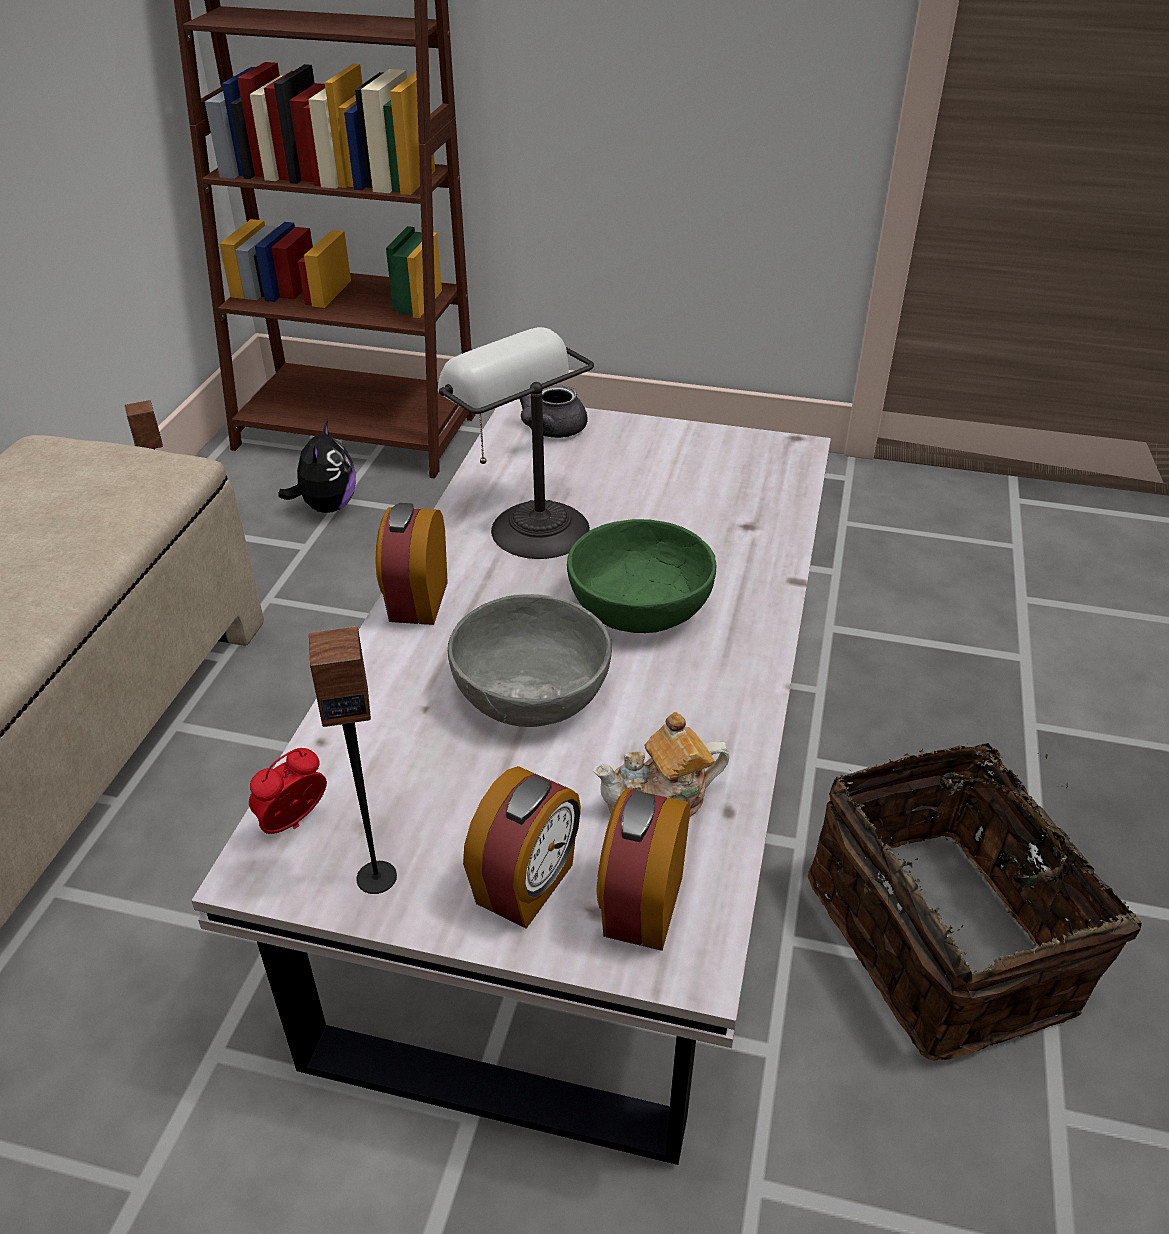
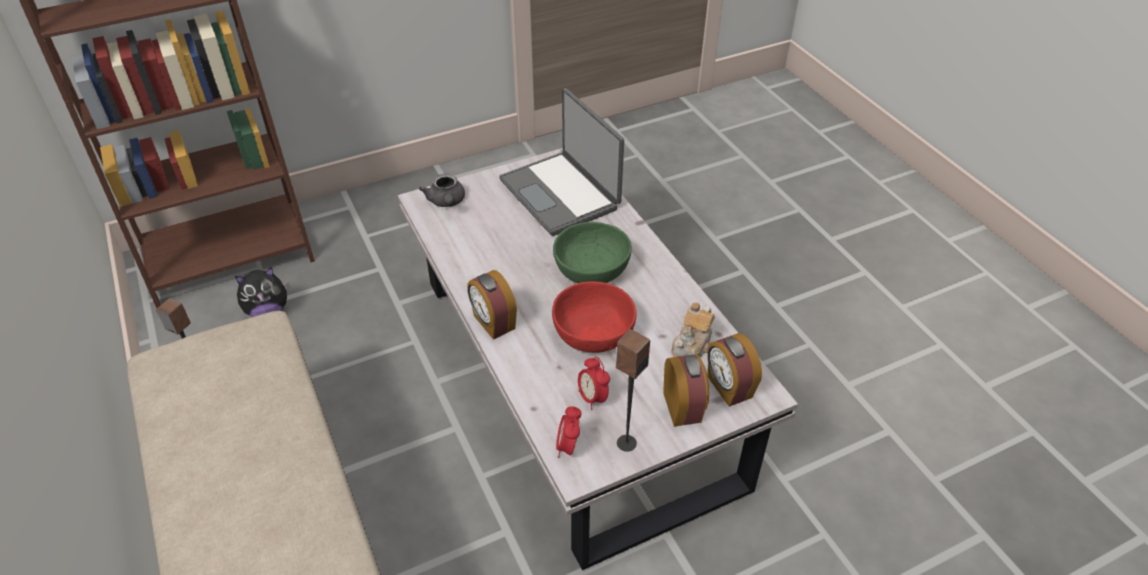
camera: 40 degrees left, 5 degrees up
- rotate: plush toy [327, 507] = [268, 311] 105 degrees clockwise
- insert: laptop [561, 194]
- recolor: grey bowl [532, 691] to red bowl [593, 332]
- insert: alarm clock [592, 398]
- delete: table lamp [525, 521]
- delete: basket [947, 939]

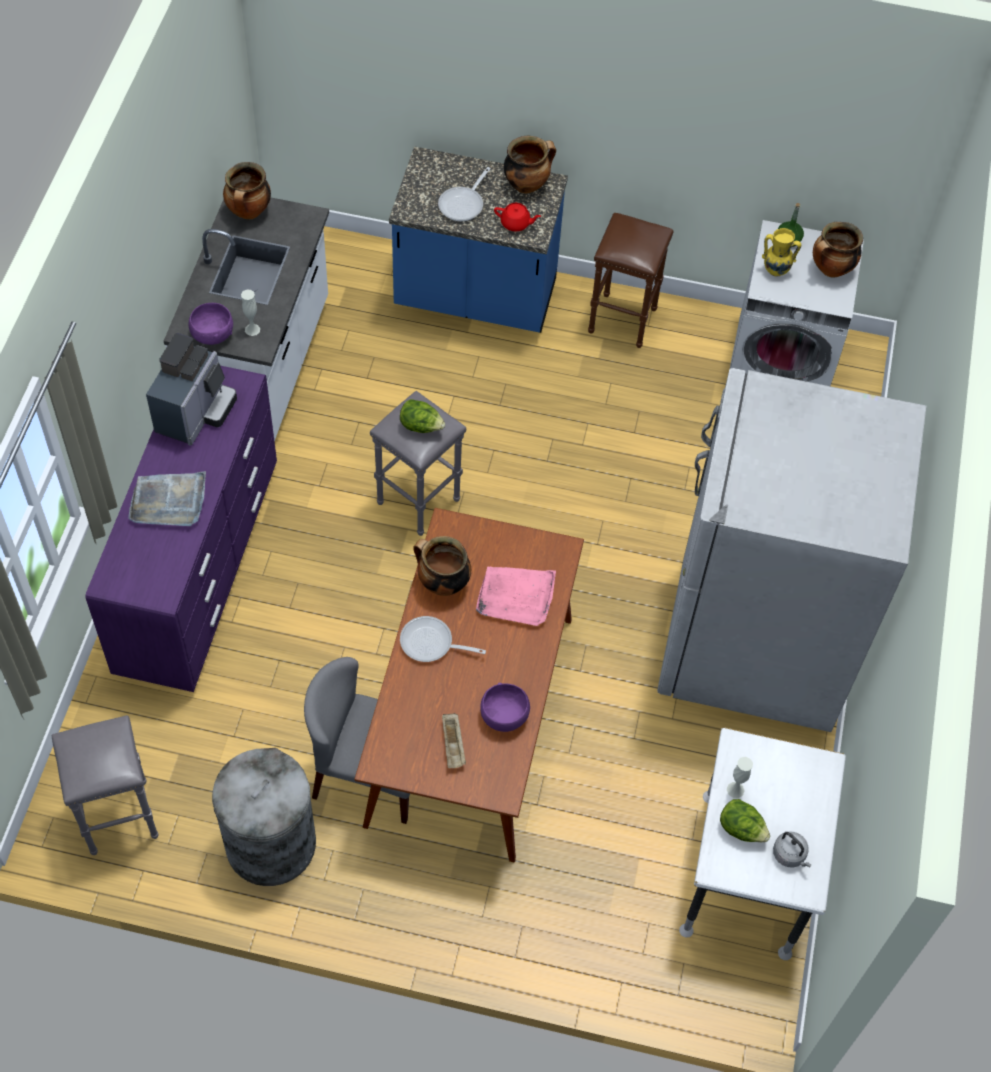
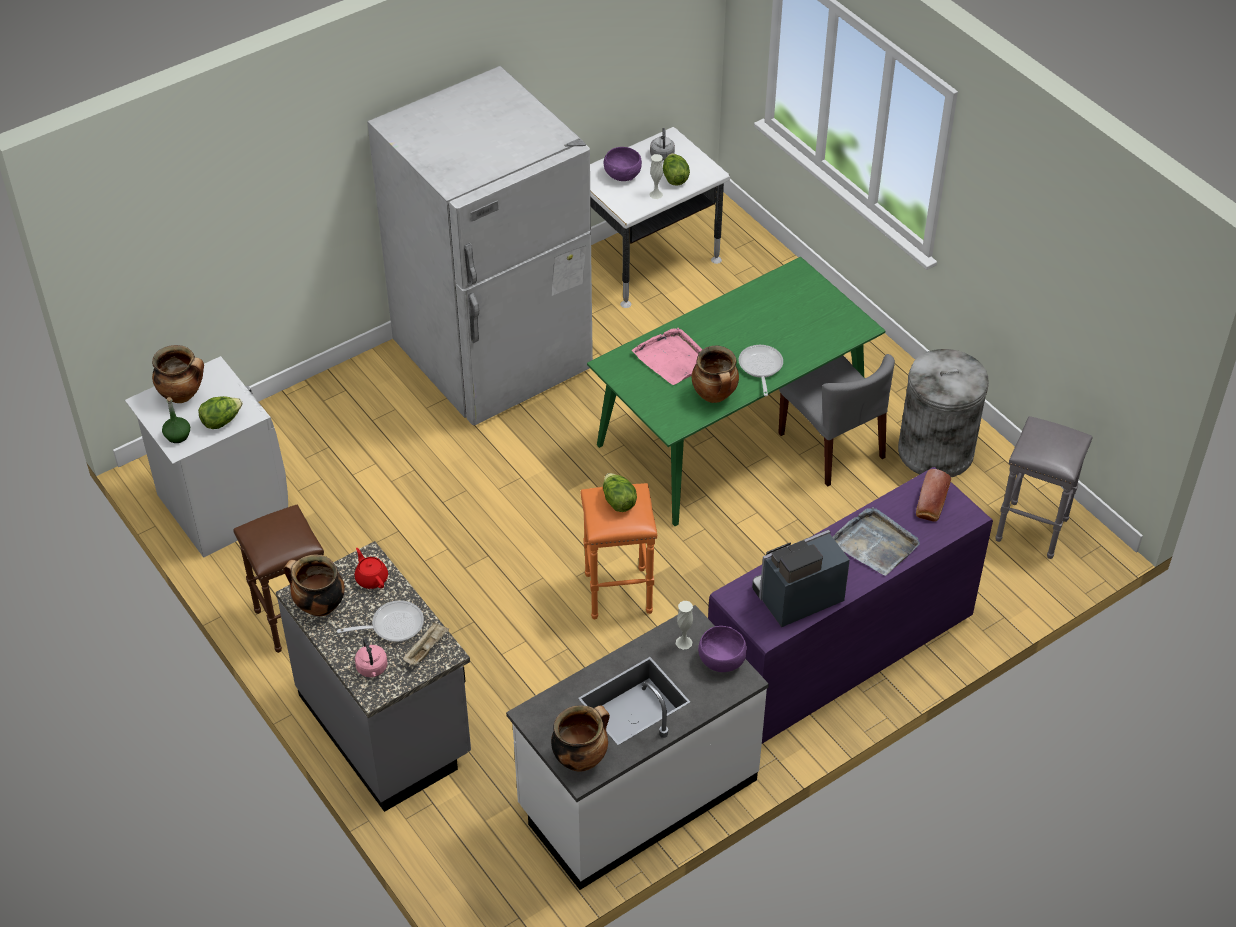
camera: 135 degrees left, 10 degrees down
- replace: yellow vase [775, 270] to lettuce [221, 421]
- recolor: blue counter [475, 298] to grey counter [386, 726]
- insert: pink kettle [372, 669]
- move: beige tray [453, 745] to [426, 649]
- recolor: grey stool [418, 499] to orange stool [617, 594]
- recolor: brown dining table [471, 721] to green dining table [732, 432]
- move: purple bowl [505, 716] to [622, 175]
- rotate: frying pan [431, 644] = [760, 368] 150 degrees counterclockwise
- insert: bread [931, 504]

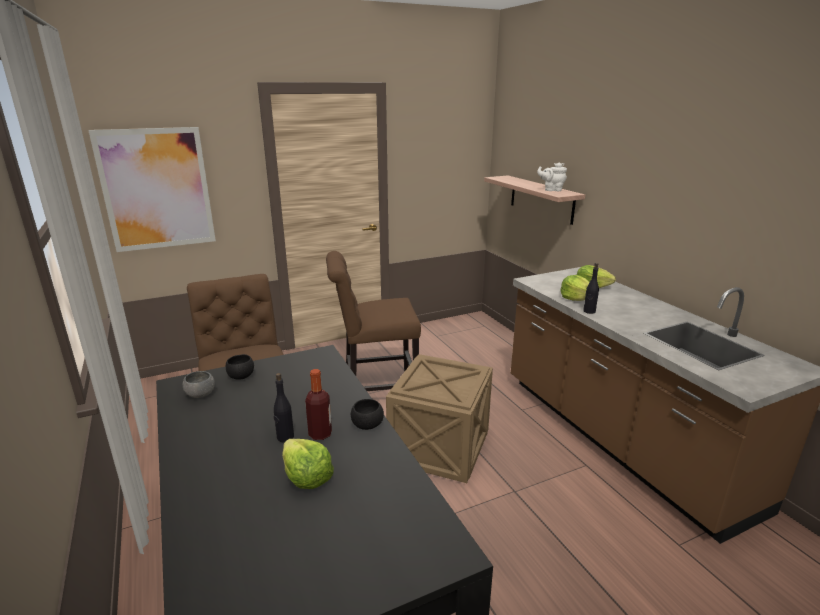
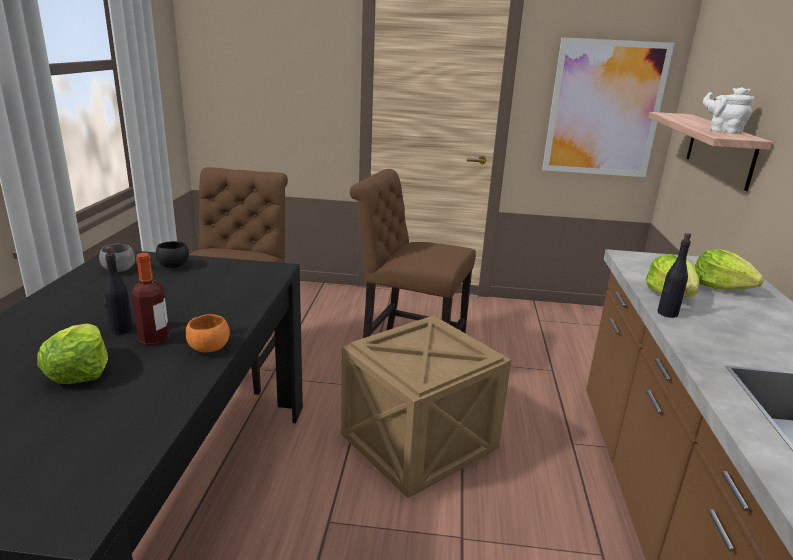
camera: 30 degrees right, 0 degrees up
- recolor: black bowl [367, 425] to orange bowl [209, 348]
- move: picture [157, 189] to [604, 109]

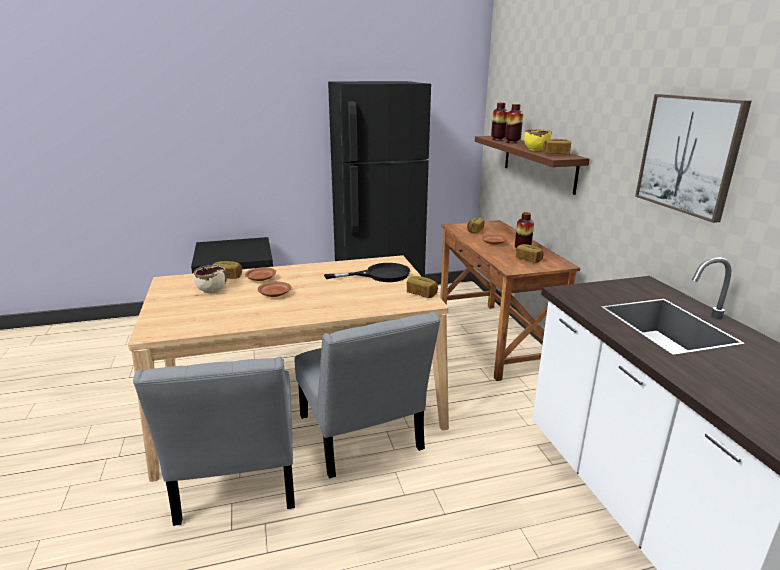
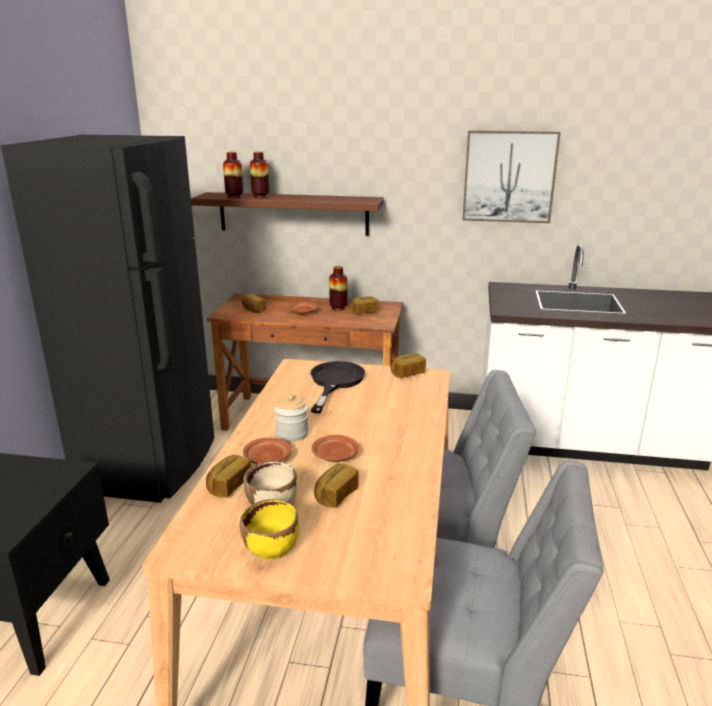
camera: 65 degrees left, 0 degrees up
- move: yellow bowl [536, 149] to [272, 548]
- insert: jar [292, 434]
- move: bread [556, 154] to [335, 495]

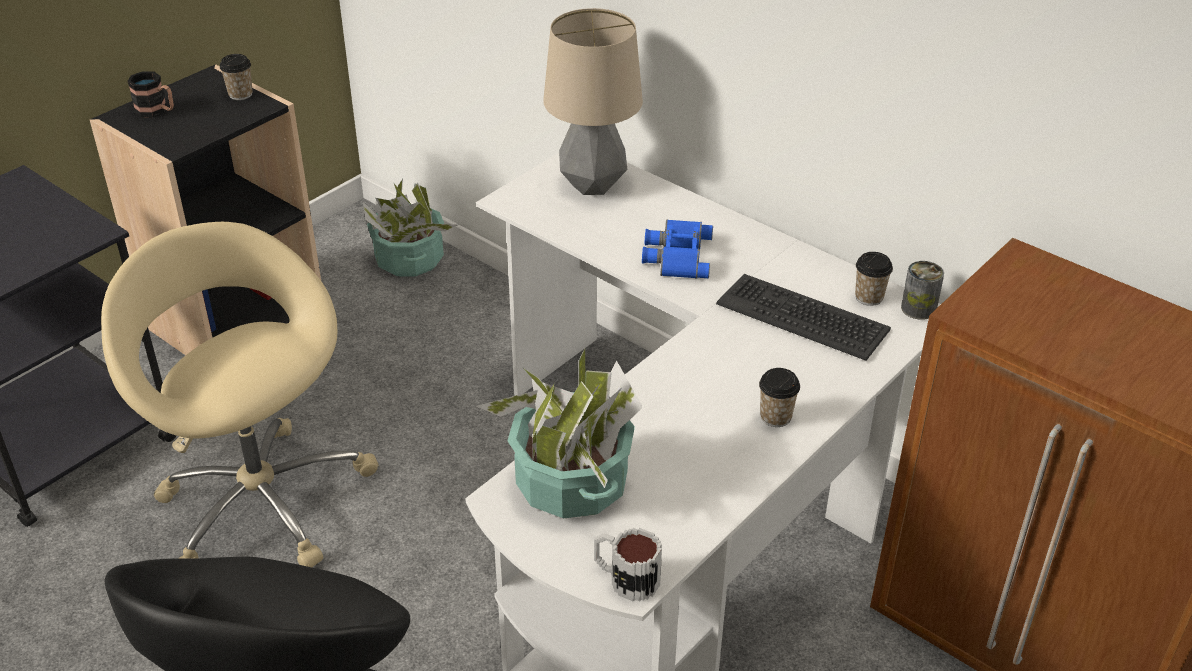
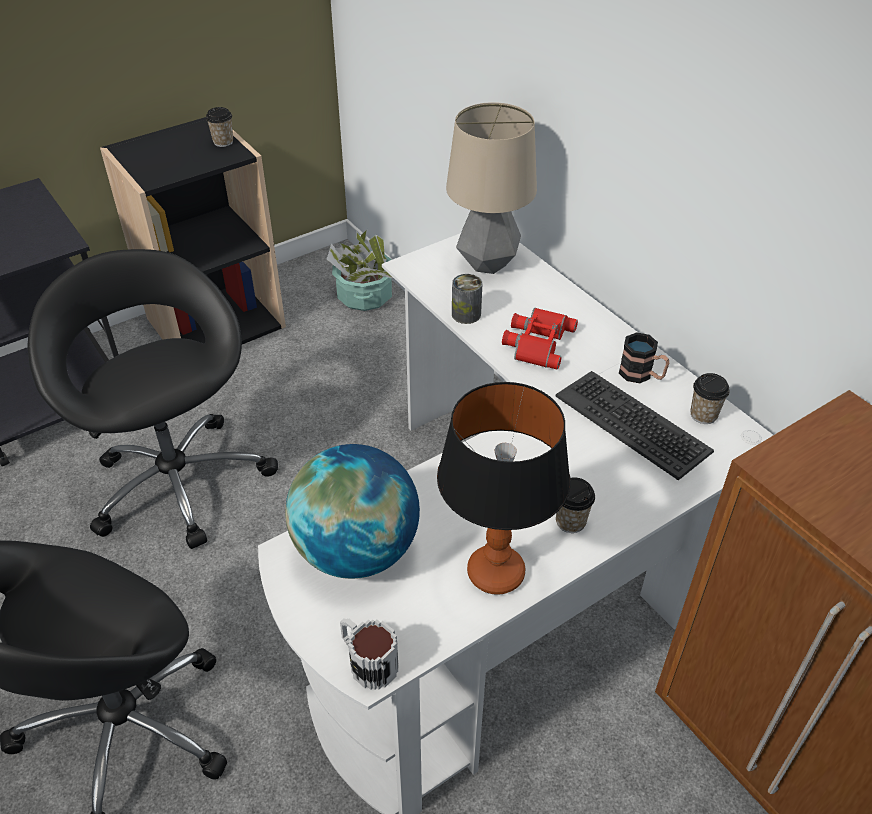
camera: 15 degrees right, 5 degrees up
- recolor: beige office chair [261, 502] to black office chair [179, 482]
- replace: potted plant [572, 484] to globe [357, 551]
- insert: table lamp [495, 573]
- move: can [918, 308] to [466, 314]
- recolor: blue binoculars [676, 255] to red binoculars [537, 342]
- move: mug [157, 111] to [641, 375]

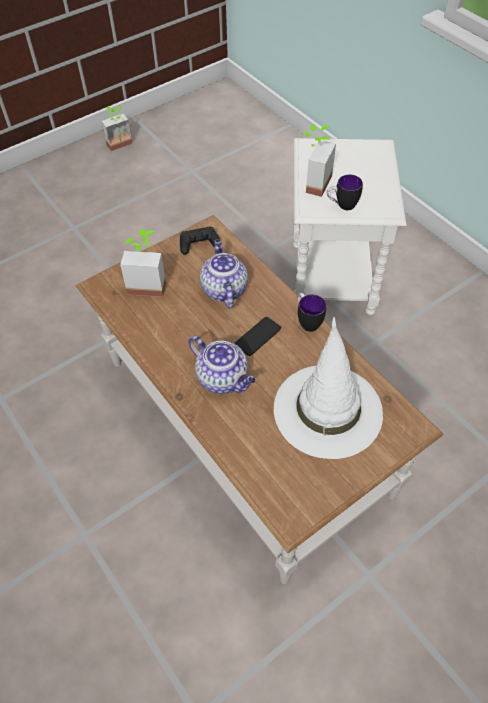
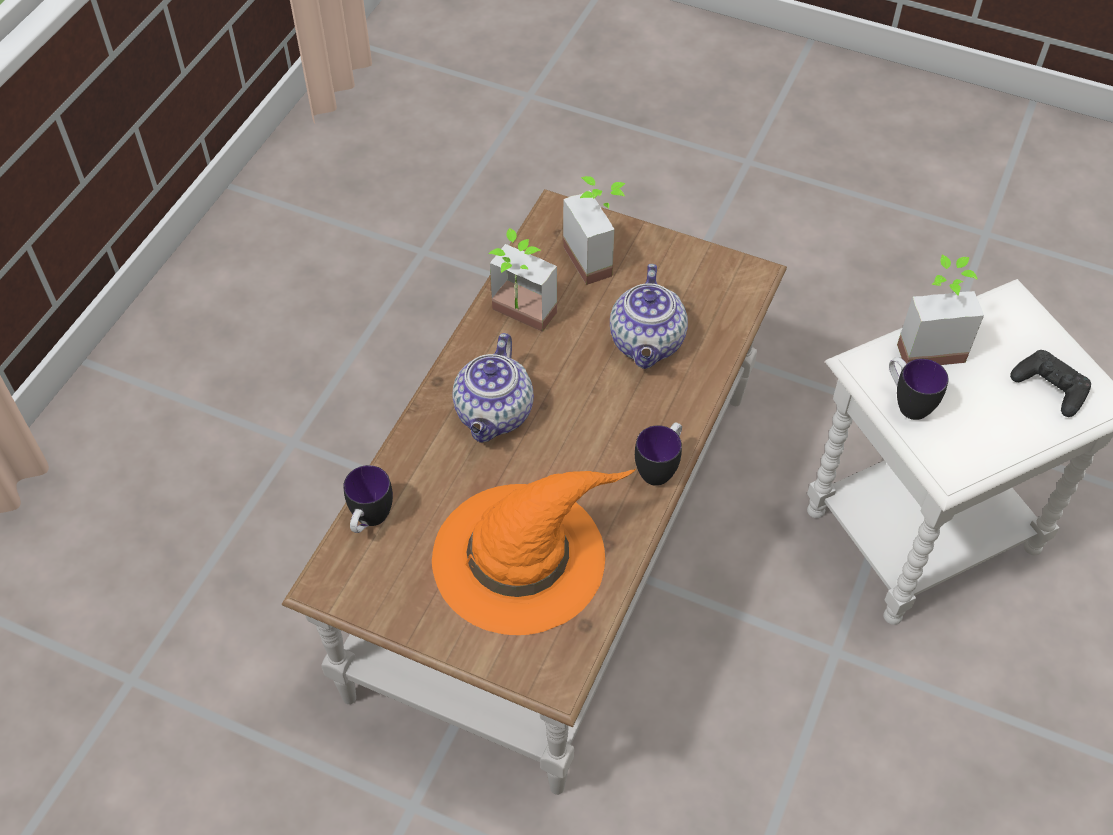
camera: 60 degrees right, 0 degrees up
- insert: mug [369, 521]
- recolor: white hat [327, 408] to orange hat [521, 555]
- move: potted plant [121, 147] to [518, 319]
- rotate: teapot [223, 289] = [647, 344] 135 degrees clockwise
- move: black game controller [199, 244] to [1050, 387]
- delete: phone [258, 336]

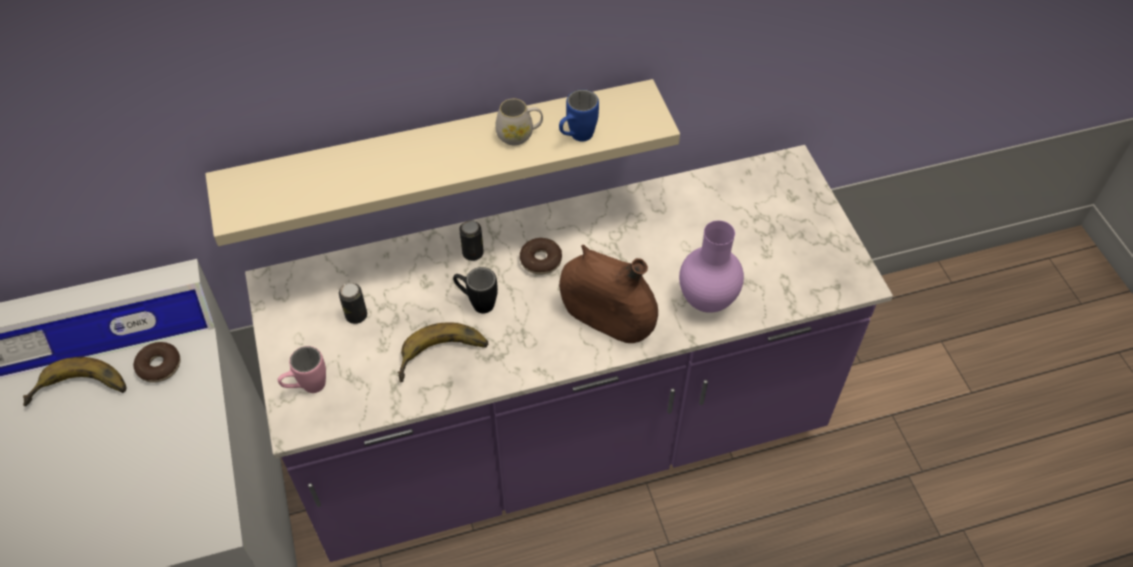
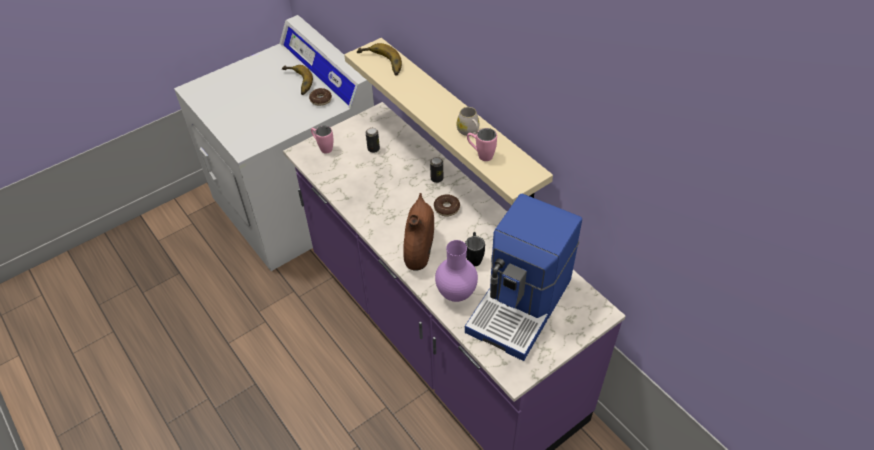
camera: 70 degrees right, 5 degrees down
- move: banana [443, 359] to [380, 64]
- insert: coffee machine [521, 305]
- move: black mug [476, 302] to [474, 257]
- recolor: blue mug [576, 137] to pink mug [481, 155]

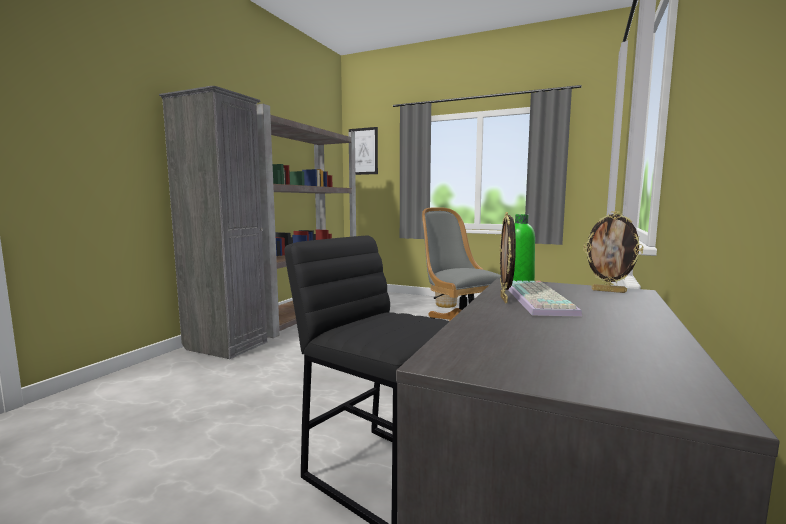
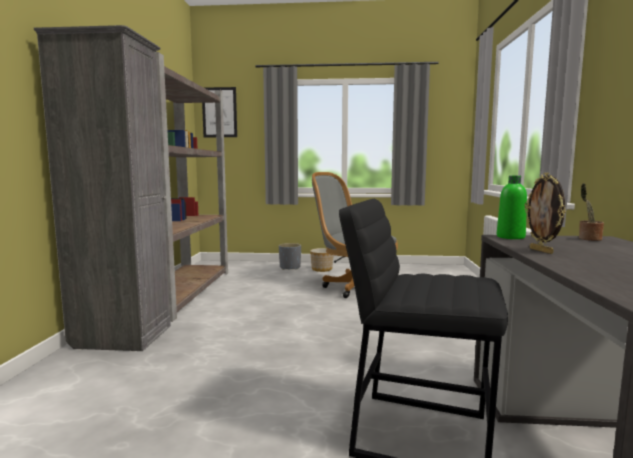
camera: 20 degrees left, 0 degrees up
- insert: grey planter [290, 267]
- replace: picture frame [608, 291] to potted plant [588, 239]
- delete: keyboard [541, 300]

